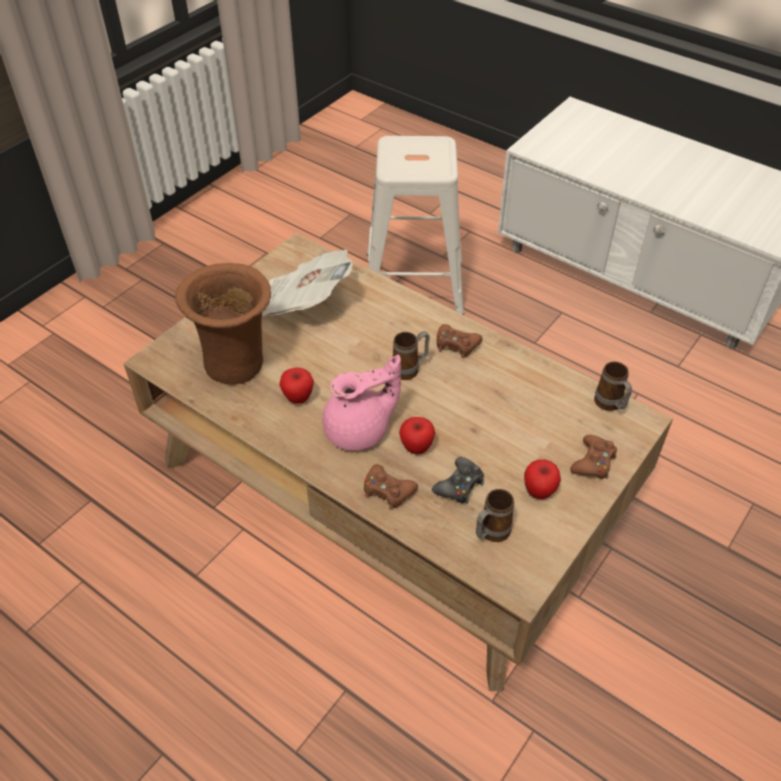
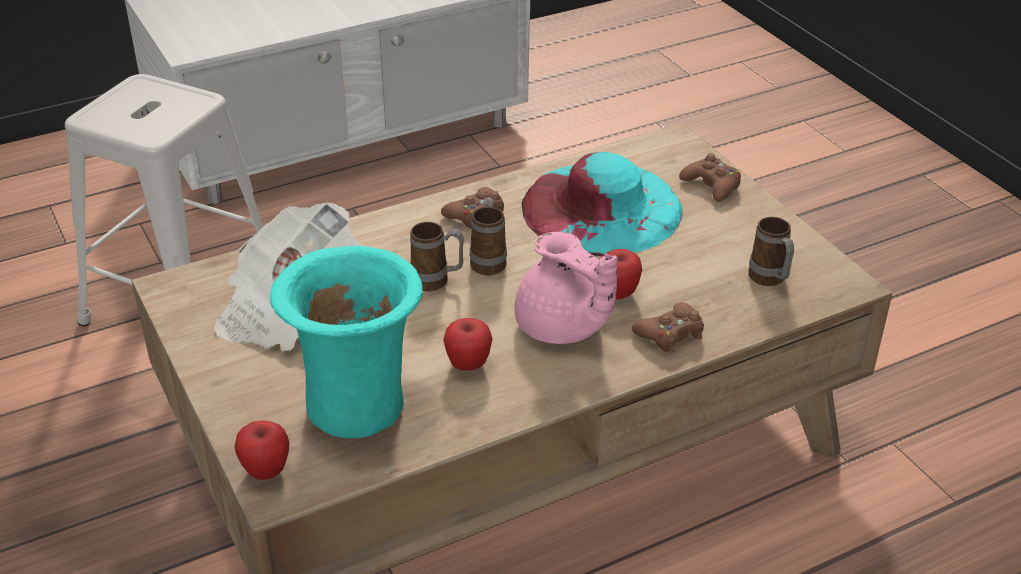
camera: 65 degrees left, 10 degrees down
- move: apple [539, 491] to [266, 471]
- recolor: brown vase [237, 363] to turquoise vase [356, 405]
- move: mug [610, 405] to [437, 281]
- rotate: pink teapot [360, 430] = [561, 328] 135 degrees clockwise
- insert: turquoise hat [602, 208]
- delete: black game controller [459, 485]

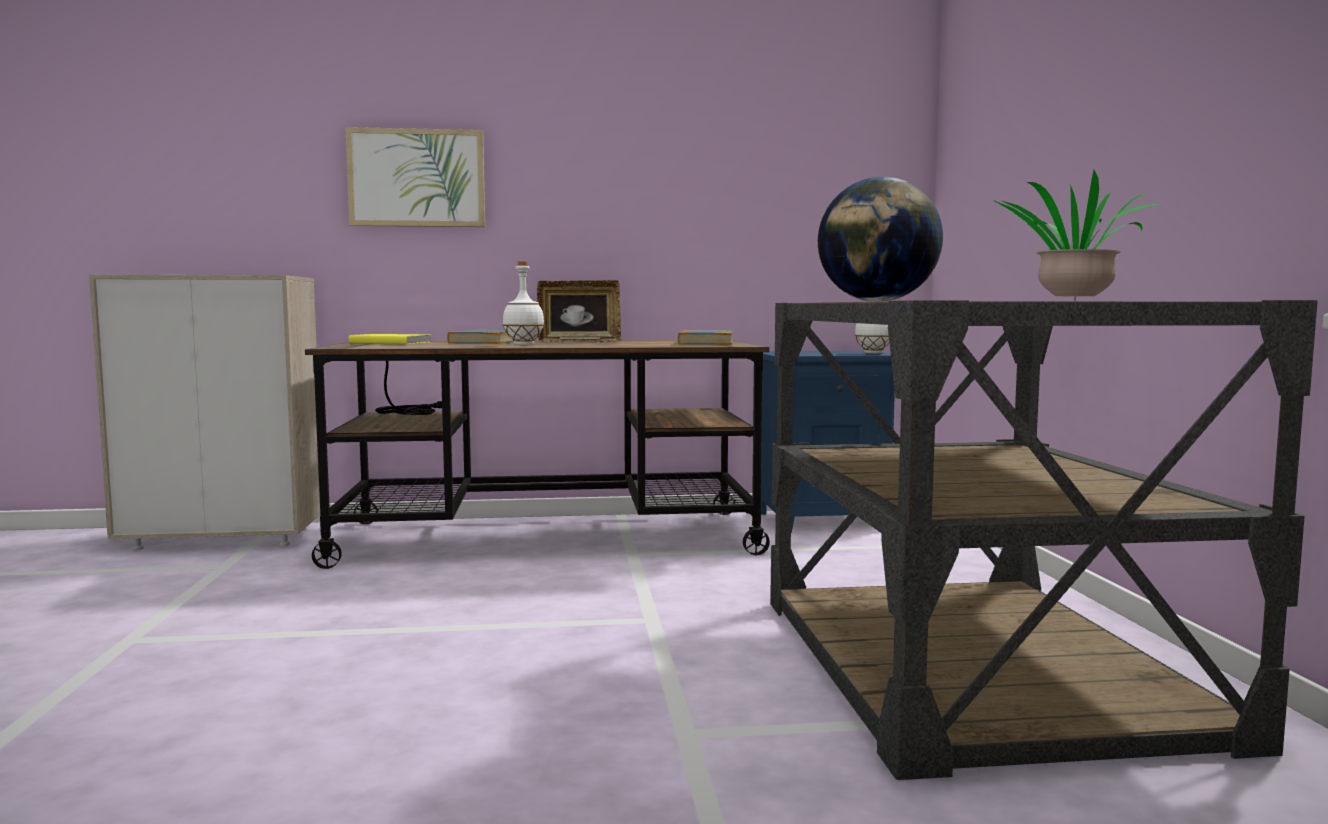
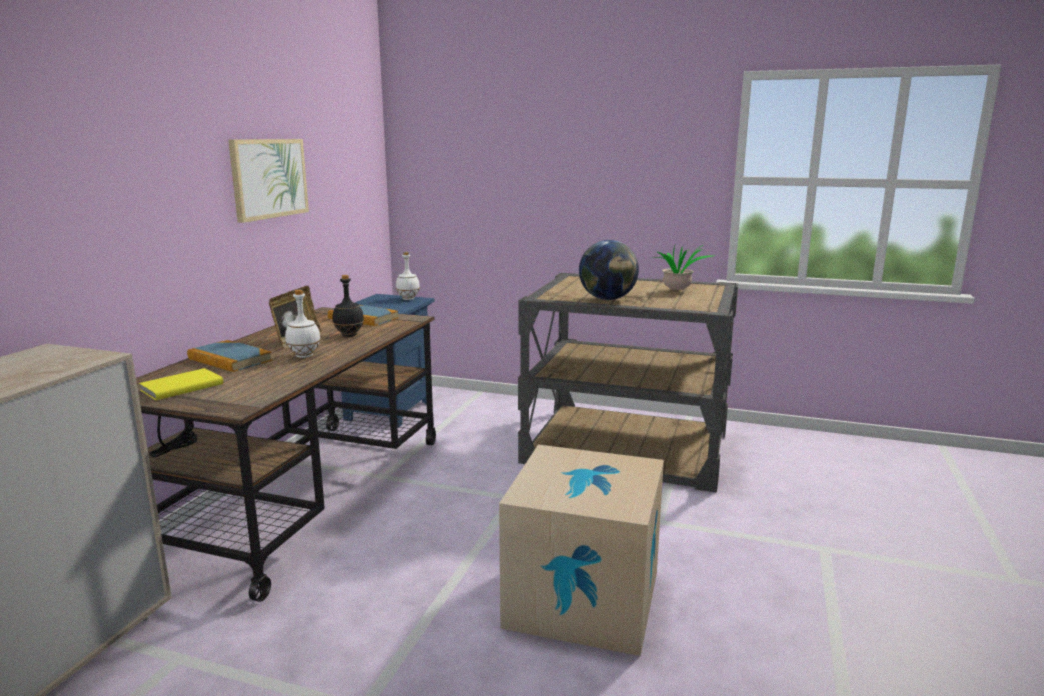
camera: 65 degrees left, 10 degrees up
- move: picture [417, 178] to [269, 178]
- insert: black bottle [349, 335]
- insert: cardboard box [583, 599]

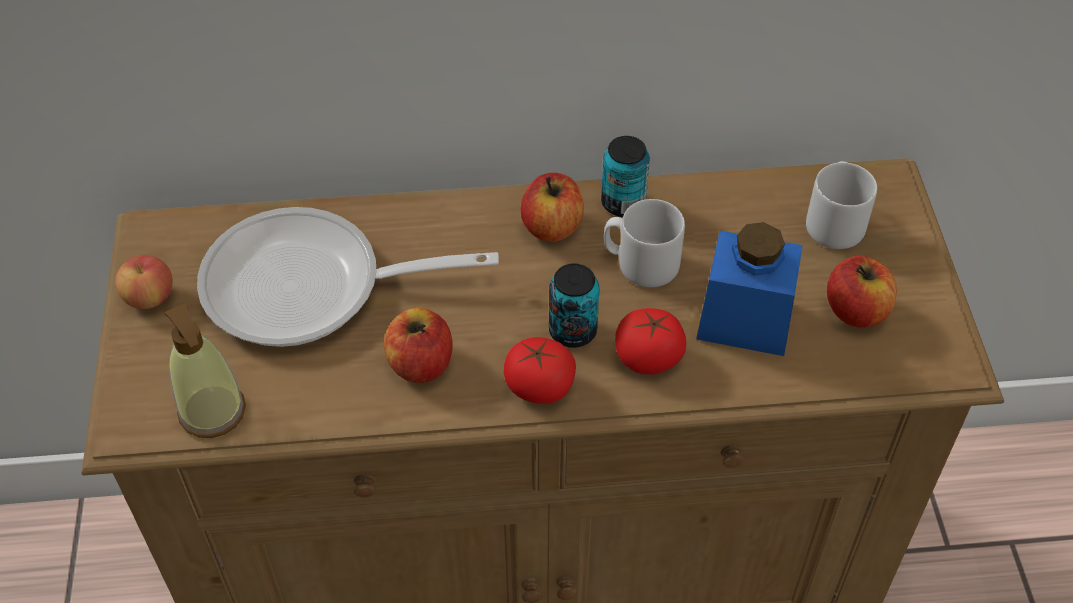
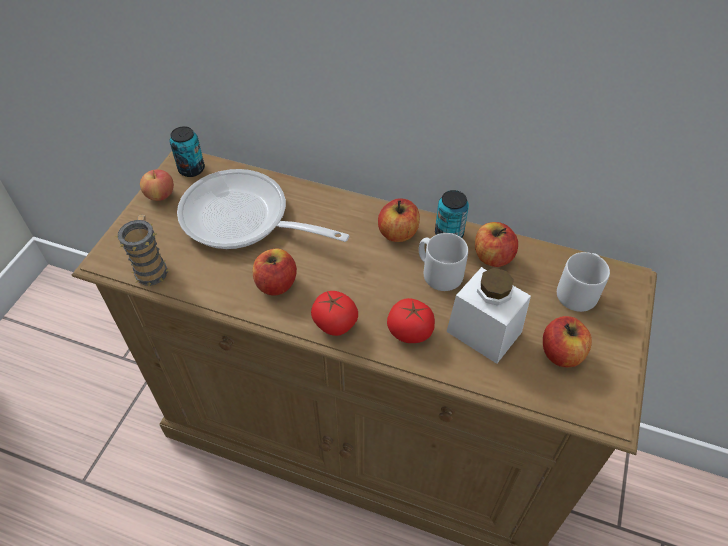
camera: 25 degrees right, 0 degrees up
- replace: soap dispenser [212, 412] to mug [152, 268]
- move: can [572, 331] to [191, 169]
- recolor: blue jar [744, 320] to white jar [484, 331]
- insert: apple [492, 257]

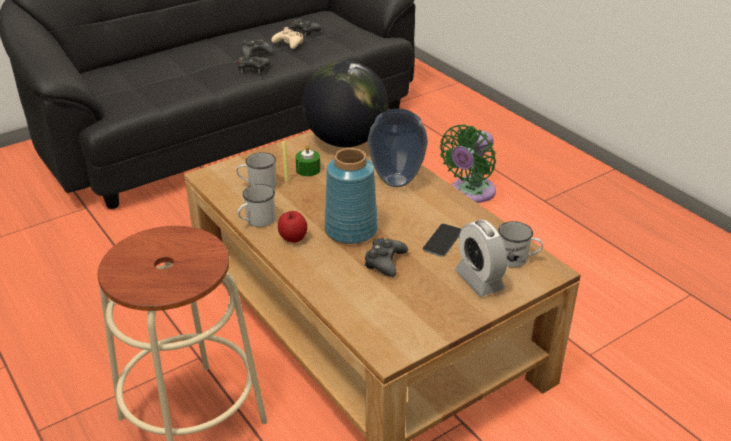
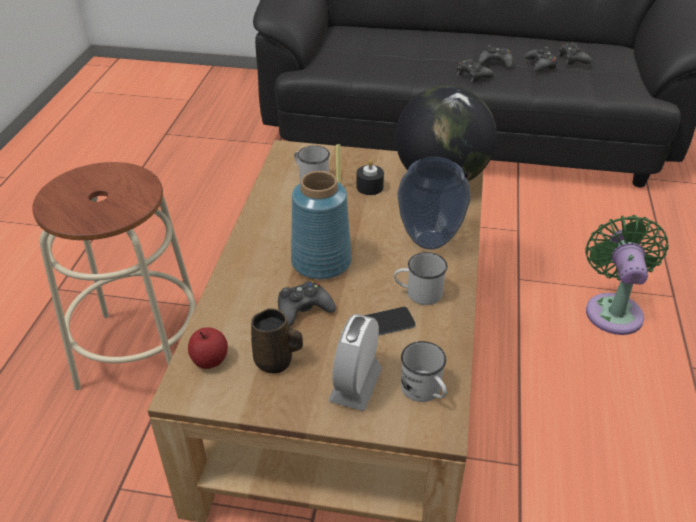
camera: 45 degrees right, 5 degrees up
- move: apple [293, 238] to [209, 360]
- insert: brown mug [276, 362]
- recolor: green candle [308, 170] to black candle [369, 187]
- move: white mug [257, 221] to [418, 293]
- recolor: beige game controller [289, 43] to black game controller [540, 65]
- rotate: green fan [470, 192] = [613, 309] 105 degrees clockwise

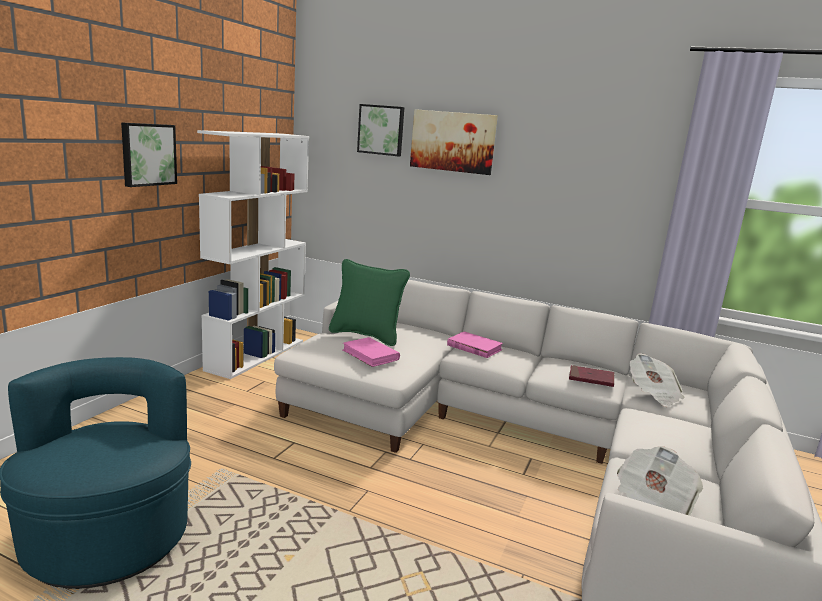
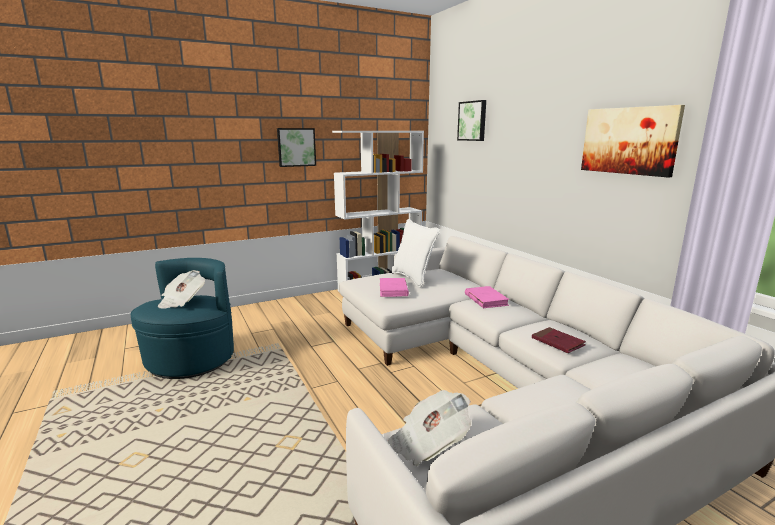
camera: 40 degrees right, 0 degrees up
- move: newspaper [653, 394] to [182, 301]
- recolor: green pillow [366, 335] to white pillow [413, 278]
- move: picture [453, 141] to [629, 140]

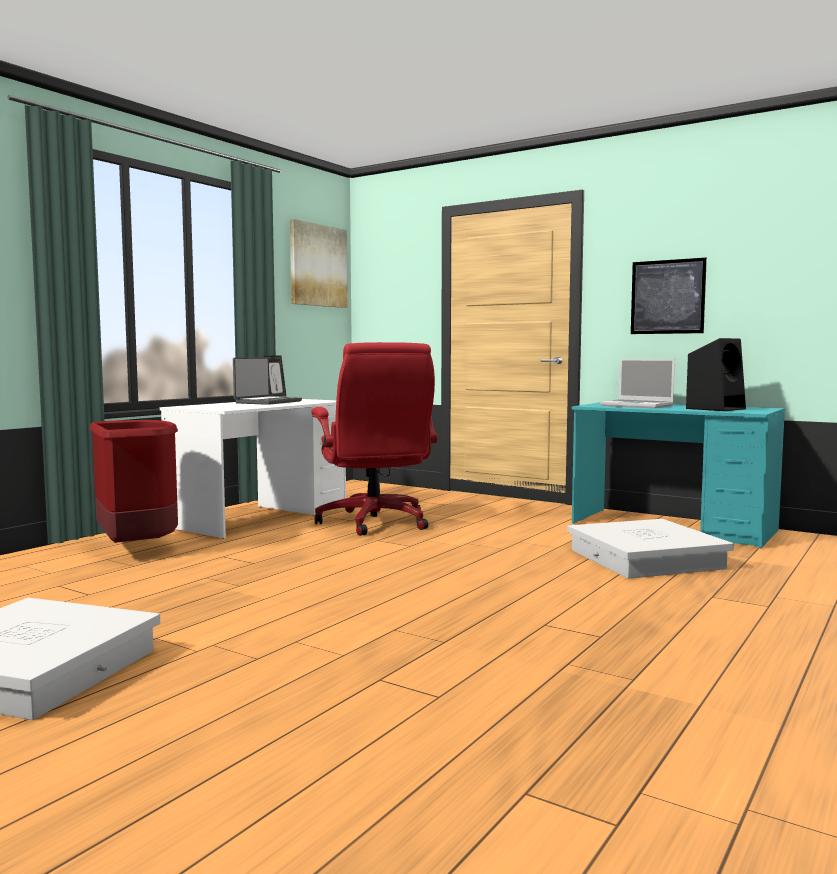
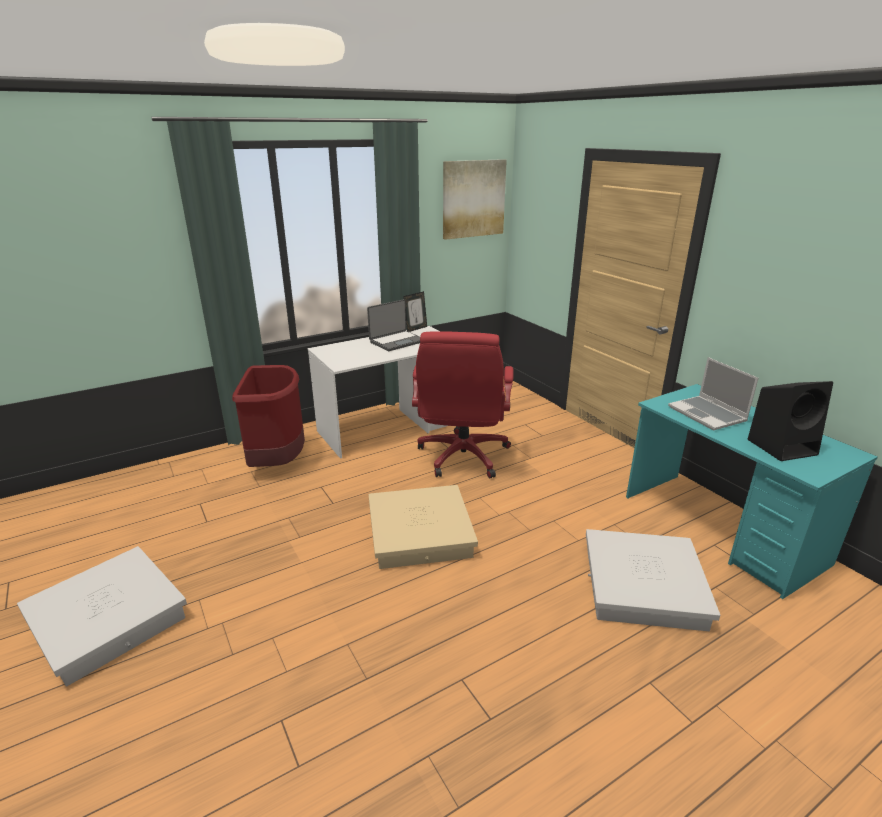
camera: 25 degrees right, 20 degrees up
- insert: beige storage box [420, 533]
- delete: picture [667, 297]

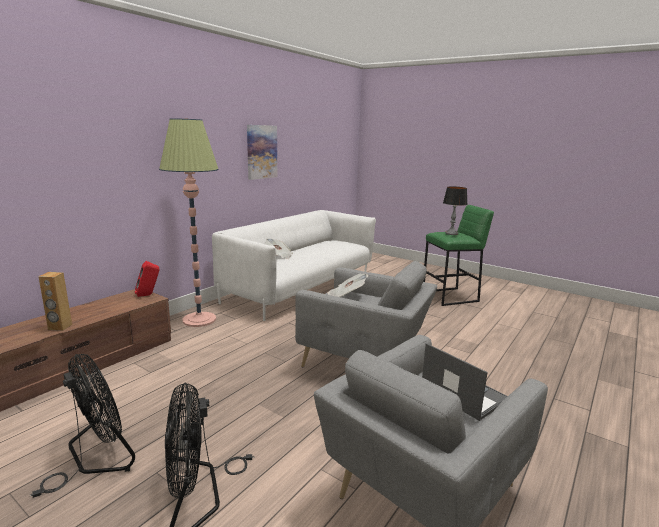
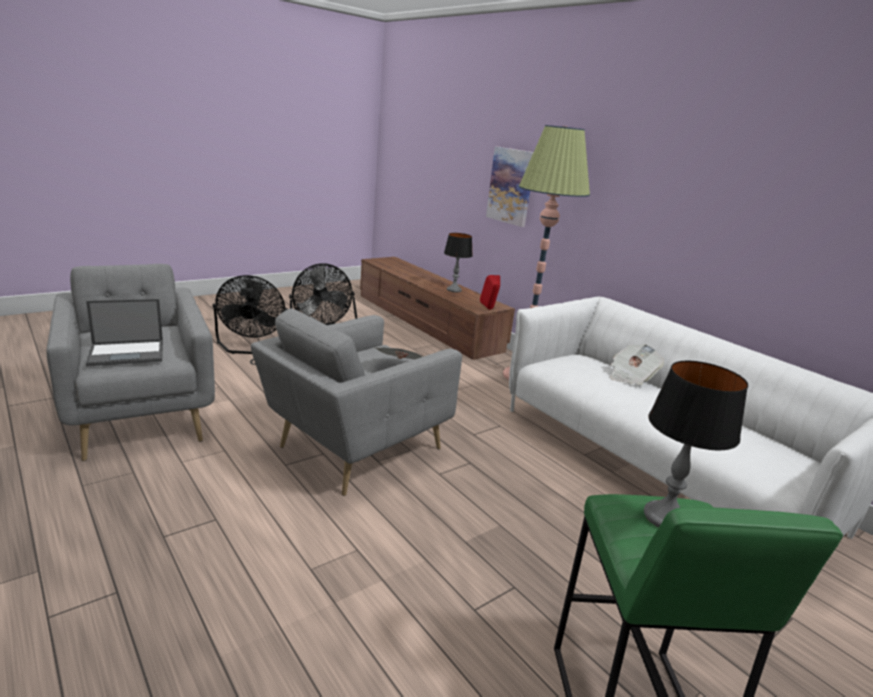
camera: 105 degrees right, 5 degrees up
- insert: table lamp [454, 290]
- move: picture [261, 152] to [511, 186]
- delete: brown speaker [60, 327]

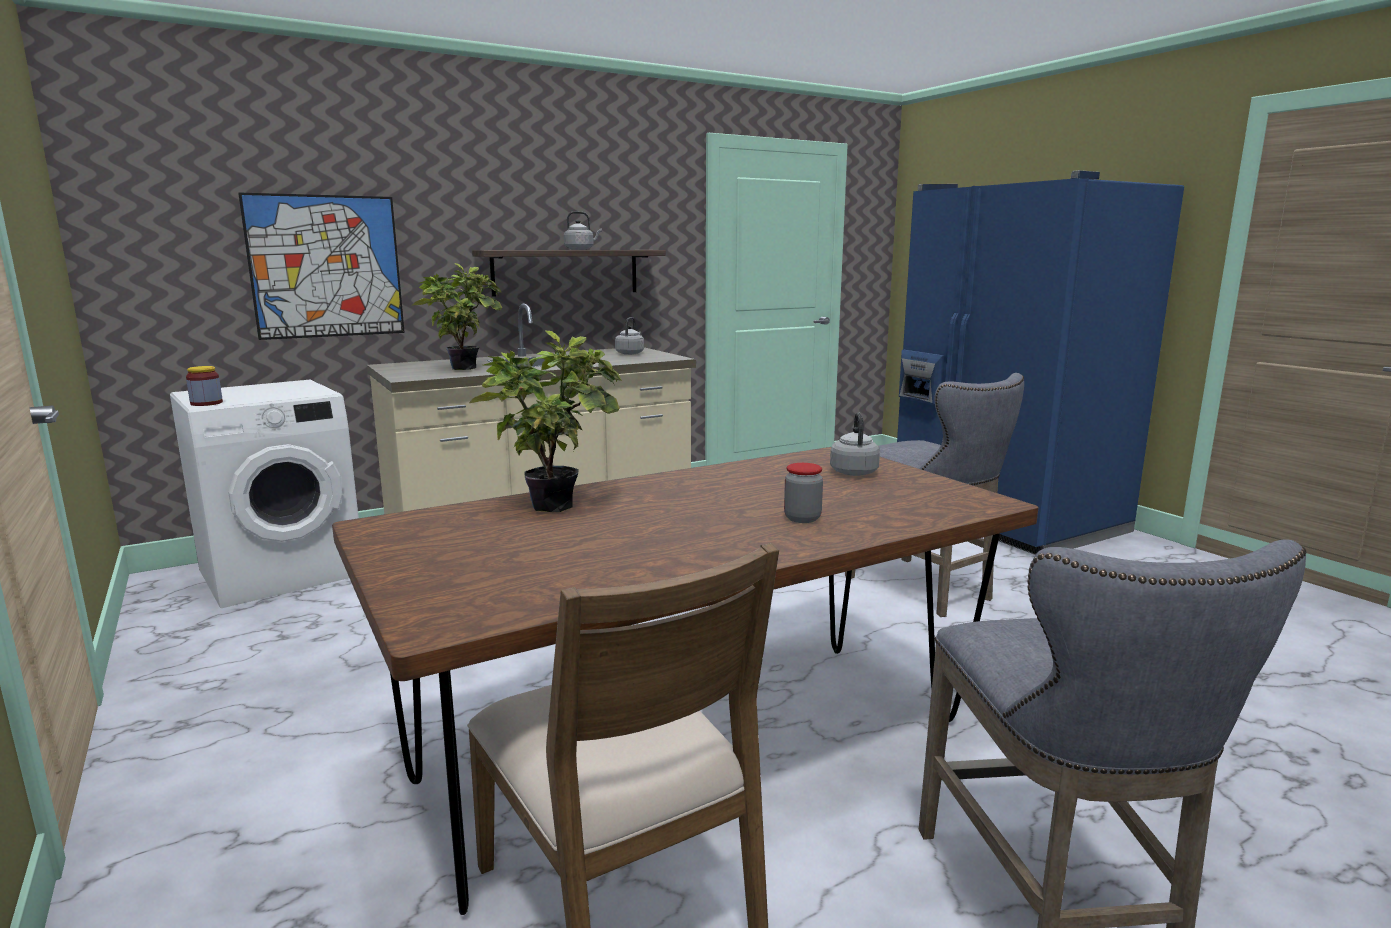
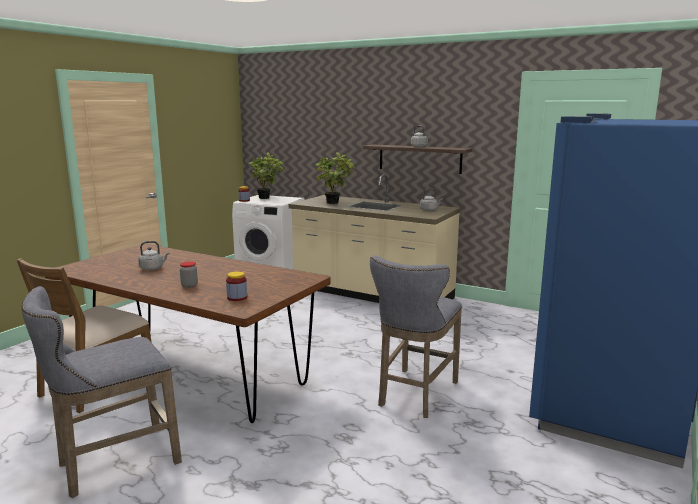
camera: 60 degrees right, 0 degrees up
- move: grey kettle [853, 471] to [153, 268]
- insert: jar [237, 297]
- move: potted plant [557, 504] to [267, 198]
- delete: picture [326, 267]

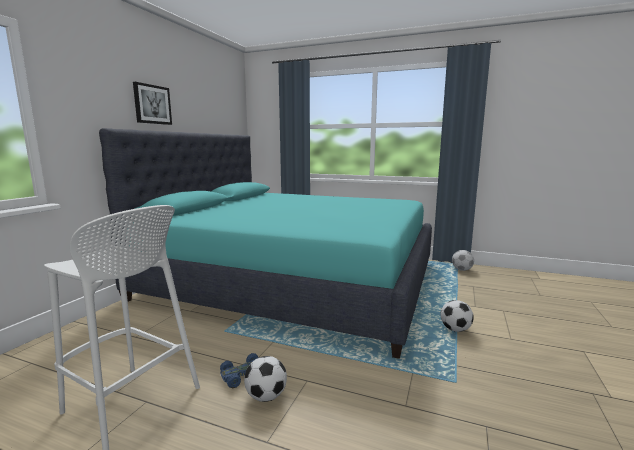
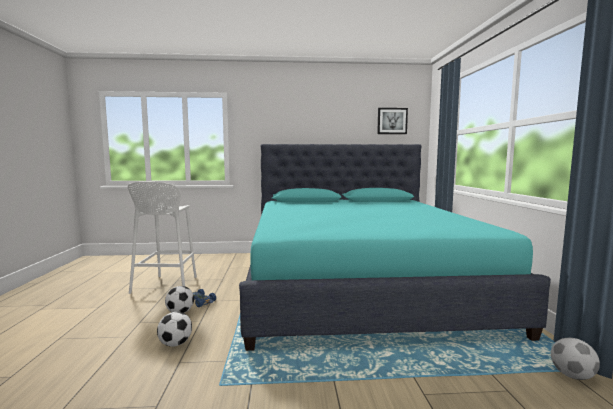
camera: 65 degrees right, 5 degrees down
- move: football [455, 329] to [175, 344]
- move: picture [152, 104] to [392, 121]

